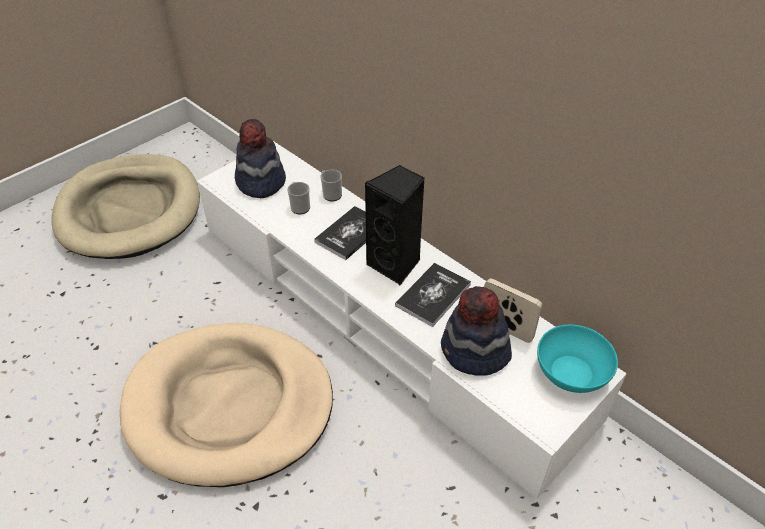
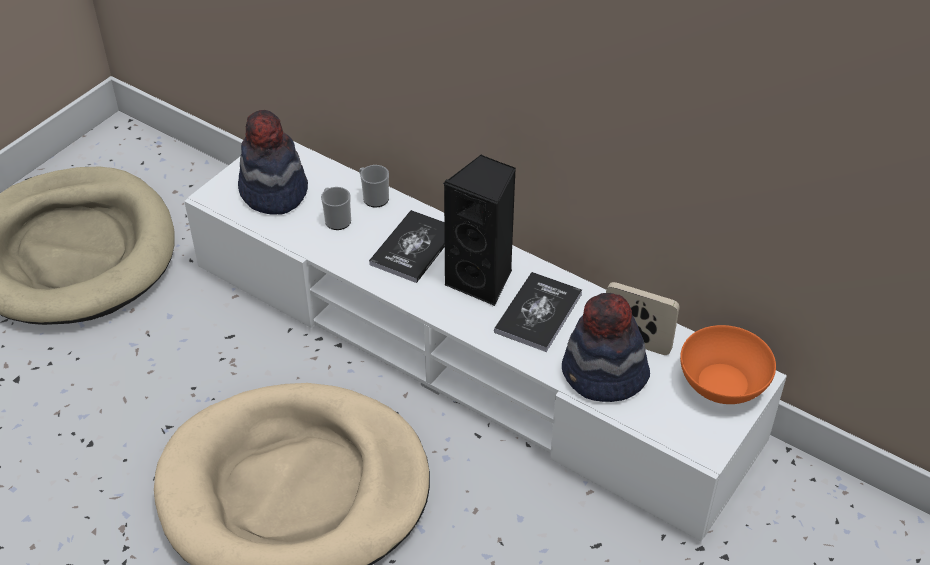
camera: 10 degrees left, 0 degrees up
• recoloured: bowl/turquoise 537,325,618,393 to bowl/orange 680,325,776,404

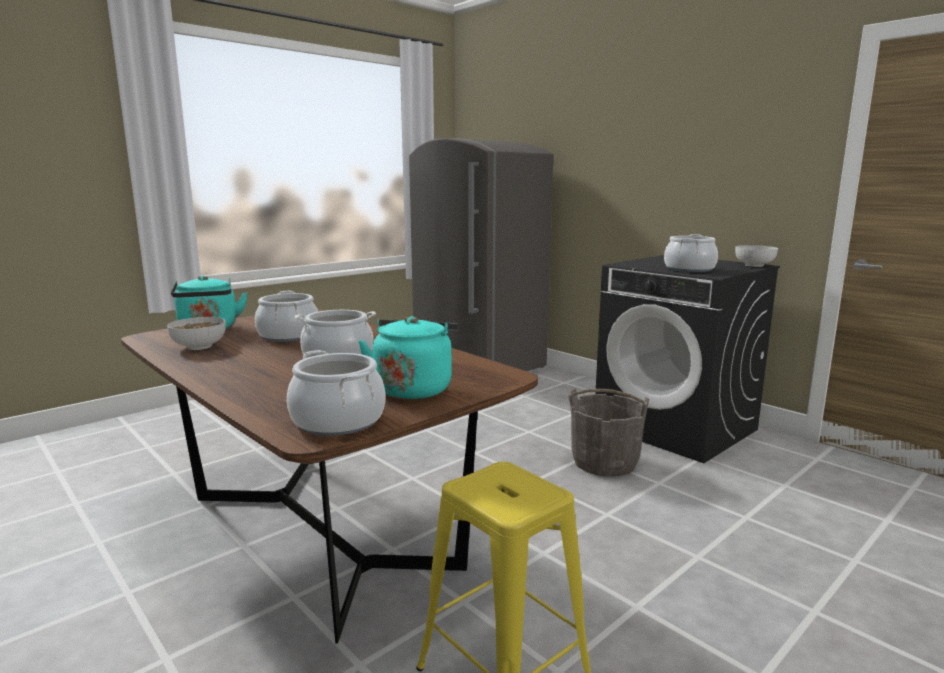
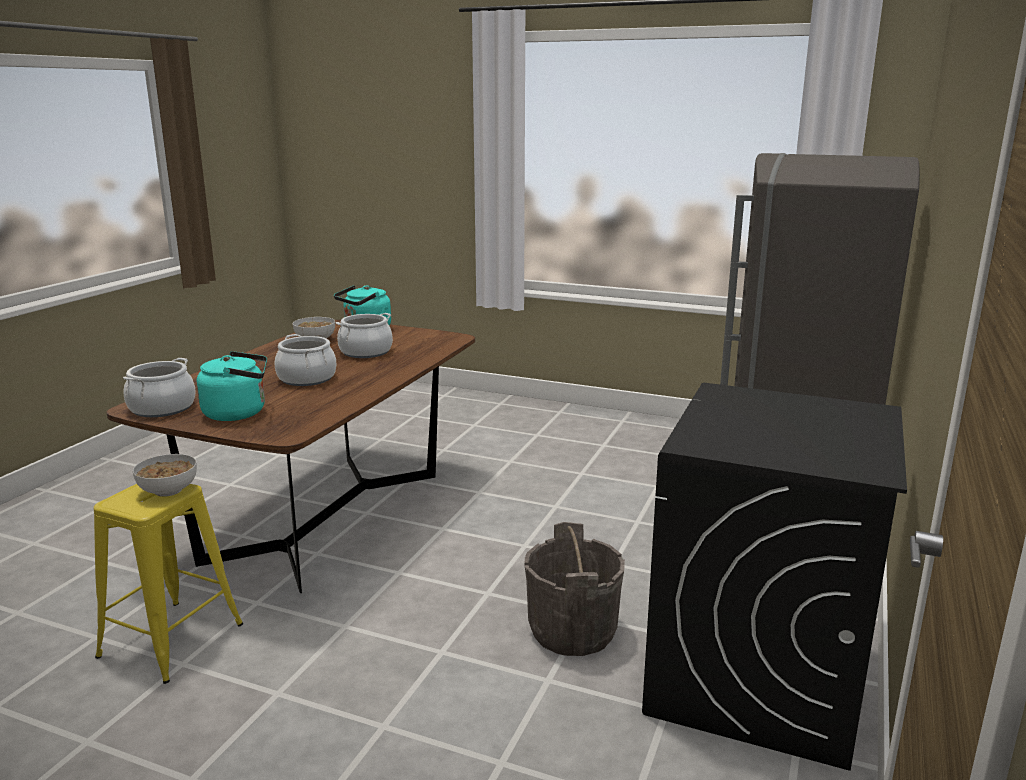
camera: 65 degrees right, 5 degrees up
• moved: bowl 735,245,778,267 to 133,454,197,497
• removed: cooking pot 664,234,718,272

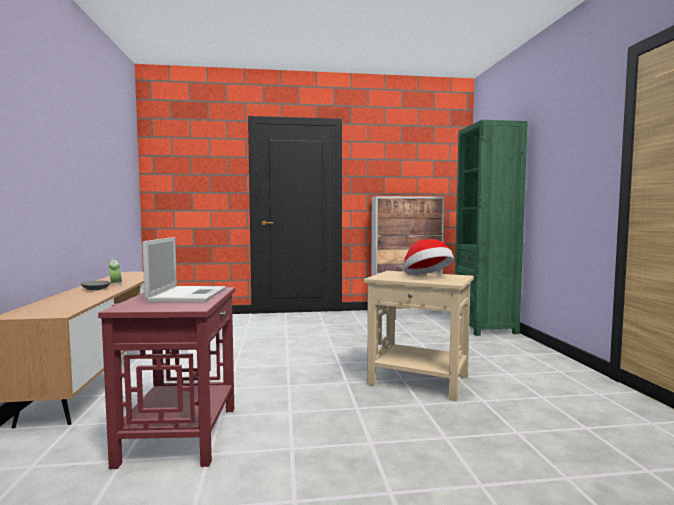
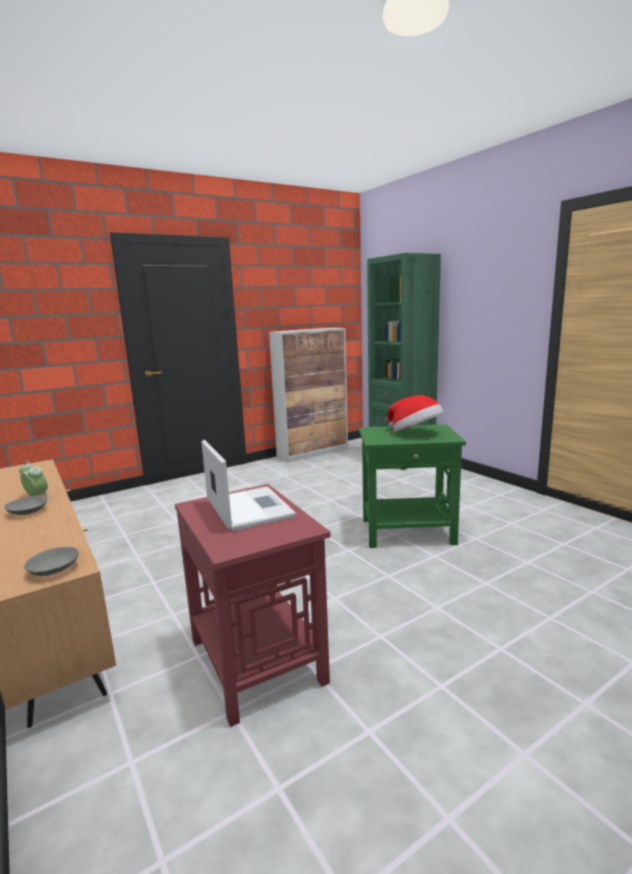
camera: 25 degrees left, 10 degrees up
• added: bowl/grey 24,547,79,576
• recoloured: side table/beige 364,271,474,401 to side table/green 359,424,466,548

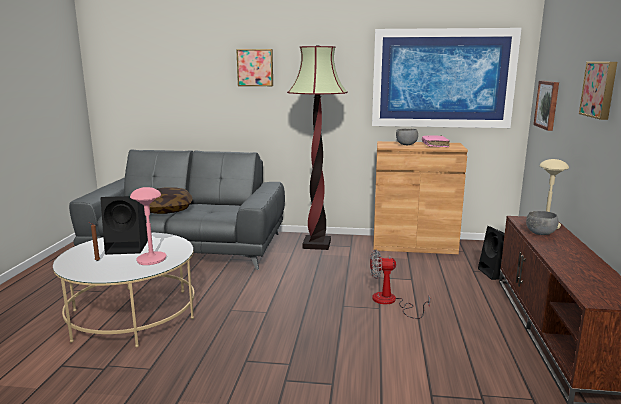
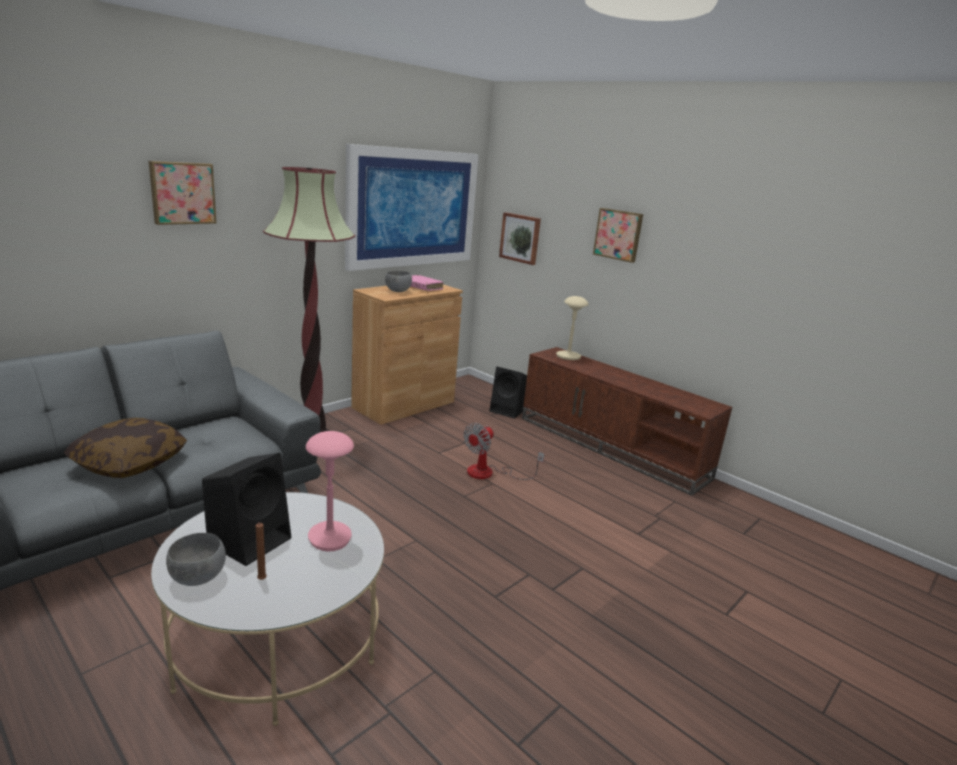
camera: 55 degrees left, 5 degrees up
• moved: bowl/grey 526,211,559,235 to 166,533,226,586

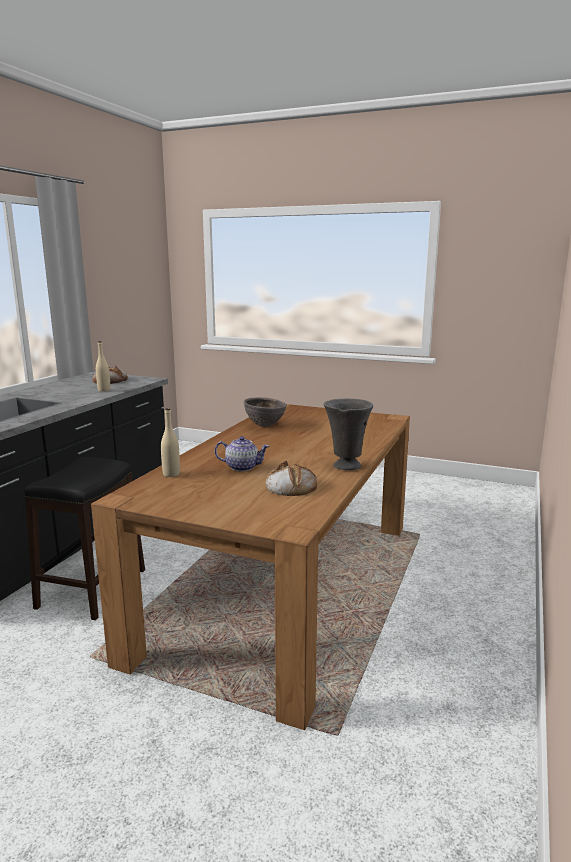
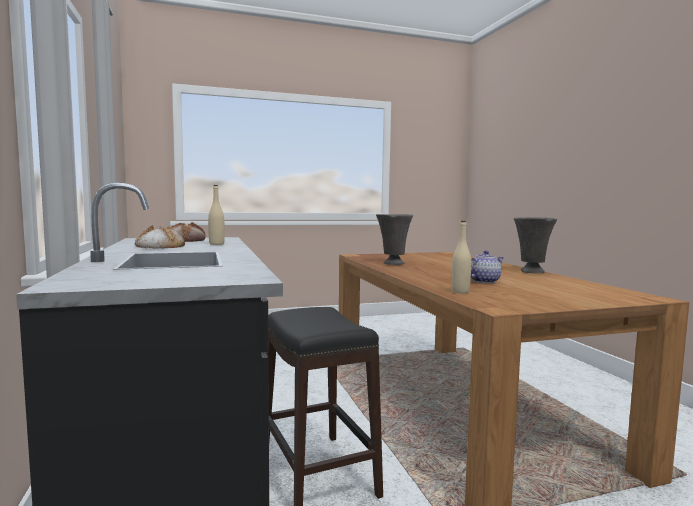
camera: 40 degrees left, 10 degrees down
• moved: bread 266,461,317,496 to 135,225,185,249
• replaced: bowl/brown 243,397,287,427 to vase/grey 376,214,413,265

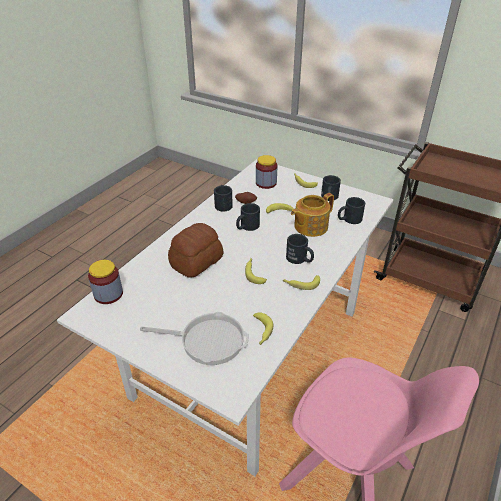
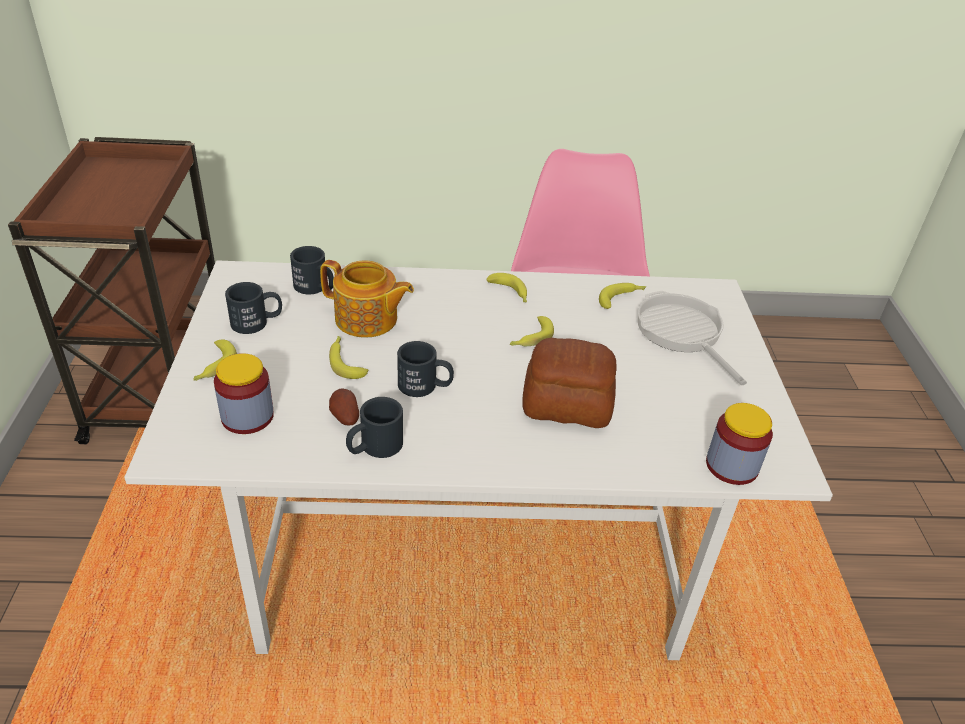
camera: 125 degrees left, 0 degrees up
• removed: mug/black 286,234,314,264

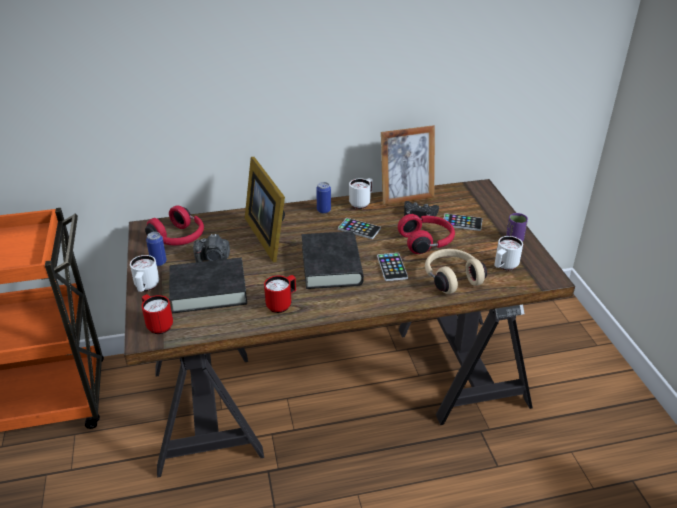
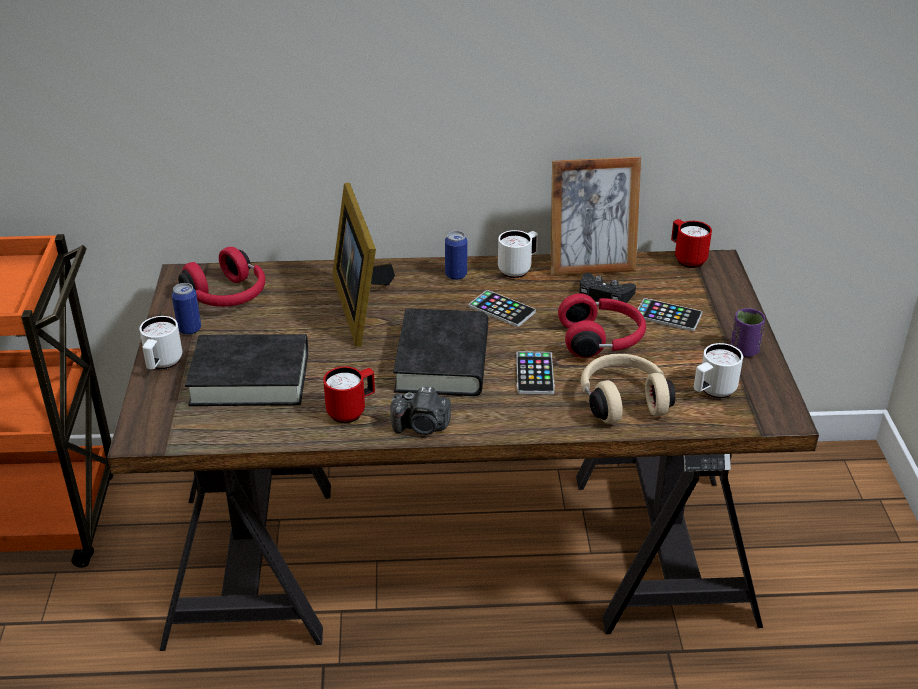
camera: 10 degrees right, 0 degrees up
• moved: photo camera 193,234,230,262 to 391,387,451,435
• moved: mug/red 142,294,173,334 to 671,219,712,268

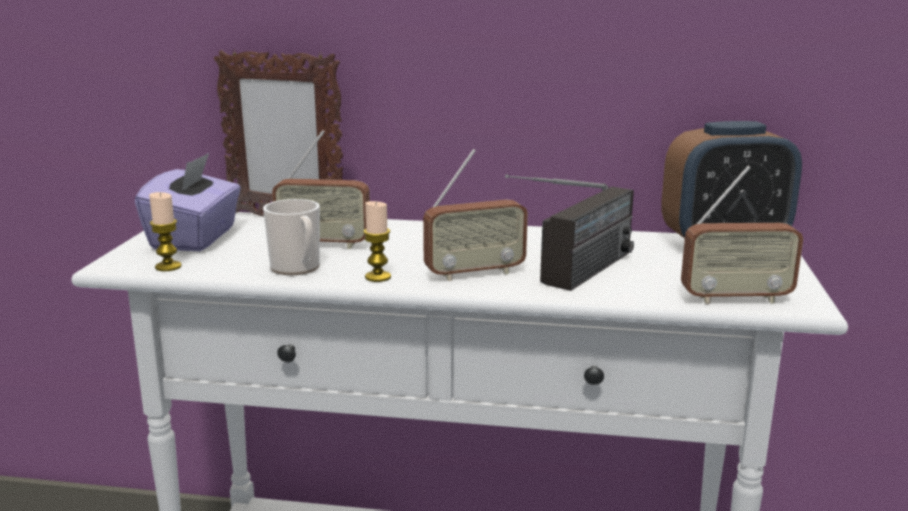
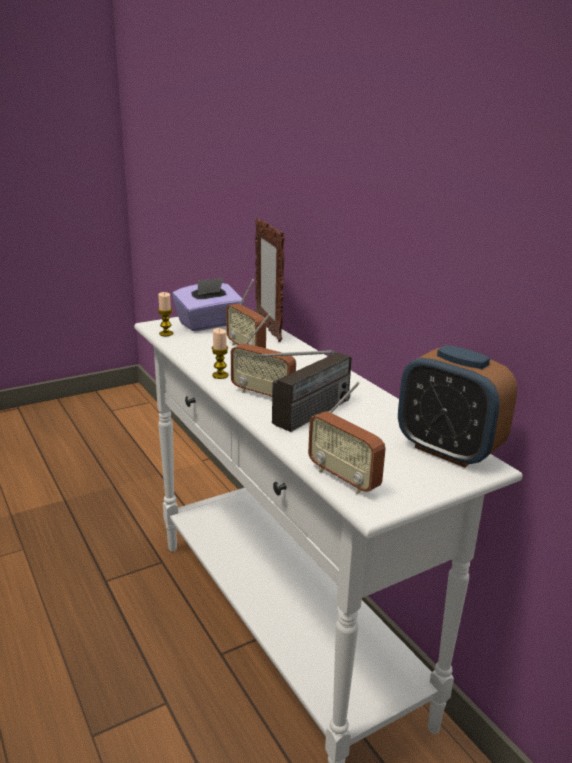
camera: 50 degrees right, 5 degrees up
• turned: radio 505,174,634,291 = 234,350,352,432 45 degrees counterclockwise
• removed: mug 263,199,320,275

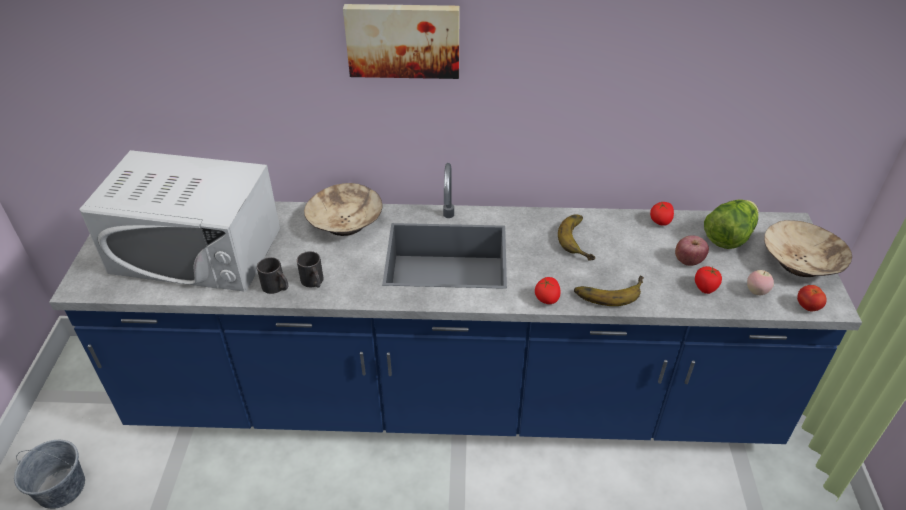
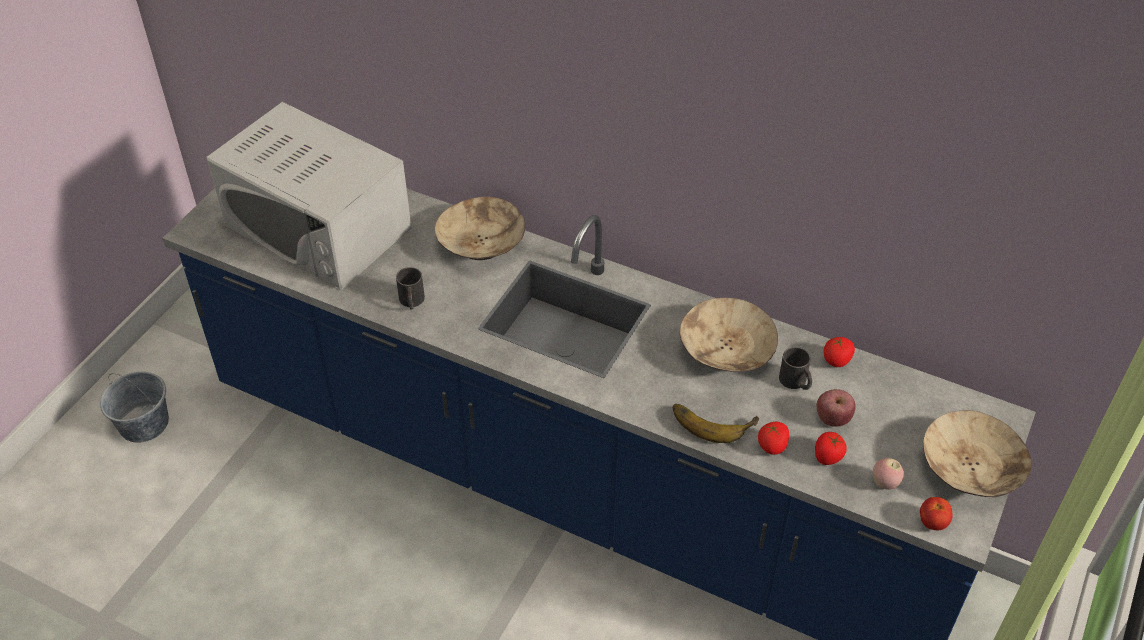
camera: 25 degrees right, 5 degrees up
• replaced: banana 558,214,595,261 to bowl/beige 680,298,778,372
• moved: tomato 535,277,561,304 to 758,422,789,455
• moved: mug/black 257,257,288,294 to 779,347,812,390
• removed: picture 343,4,460,79
• removed: lettuce 704,199,758,249

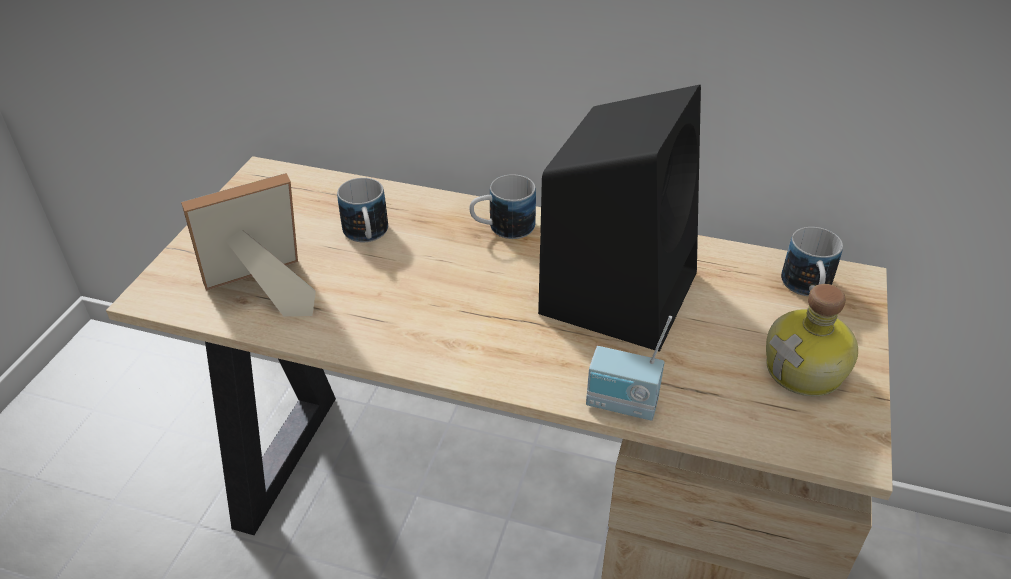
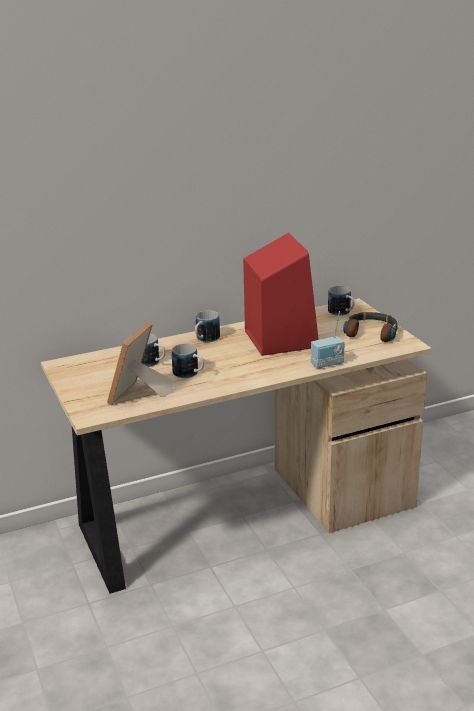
camera: 40 degrees left, 15 degrees down
• added: mug 172,344,204,378
• recoloured: speaker/black 538,85,701,352 to speaker/red 243,233,319,356
• replaced: bottle 766,284,858,396 to headphones 343,312,398,342

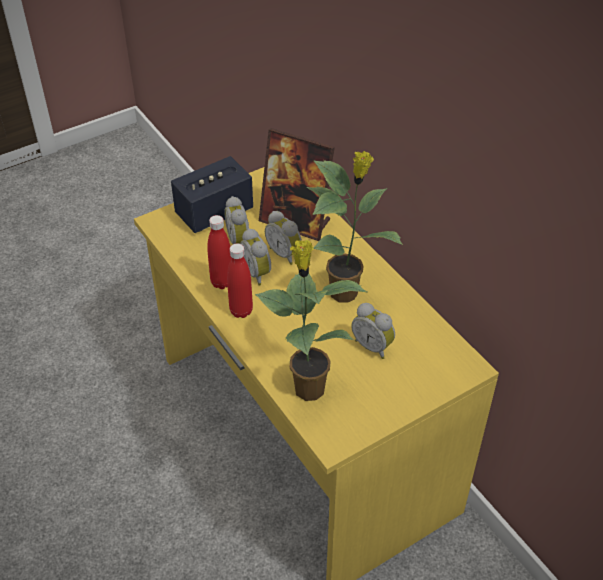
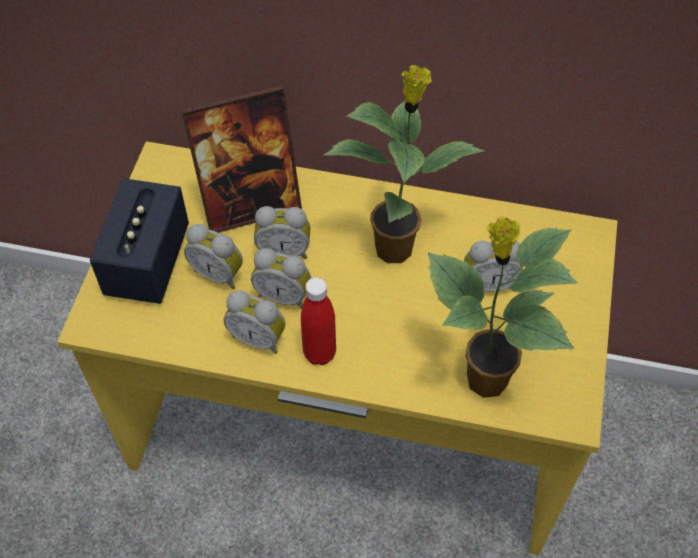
camera: 45 degrees left, 10 degrees up
• replaced: bottle/red 207,215,231,289 to alarm clock 224,291,285,354

